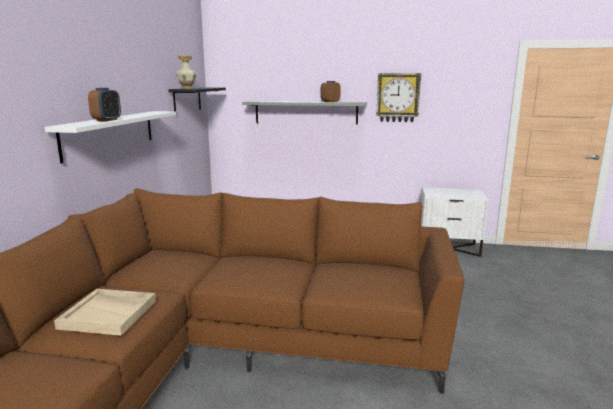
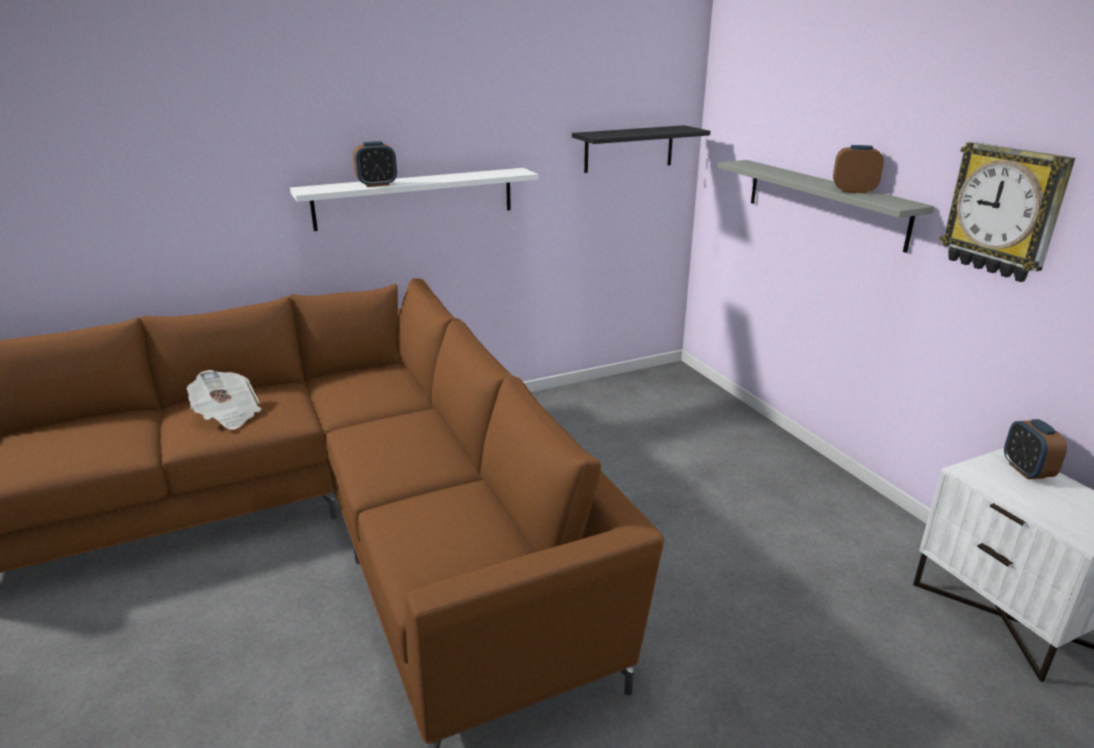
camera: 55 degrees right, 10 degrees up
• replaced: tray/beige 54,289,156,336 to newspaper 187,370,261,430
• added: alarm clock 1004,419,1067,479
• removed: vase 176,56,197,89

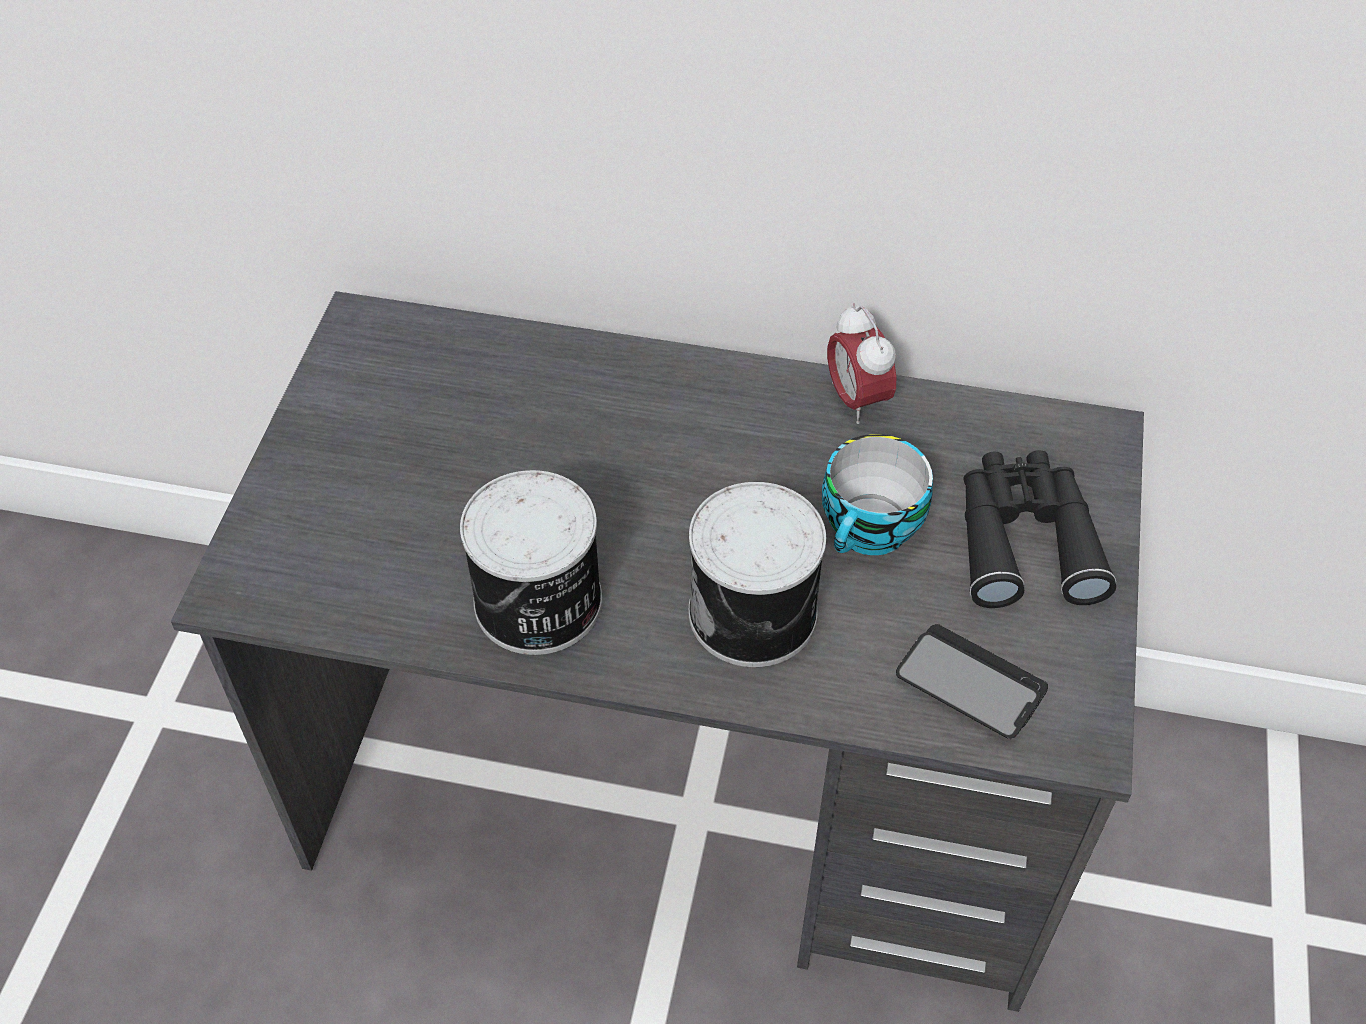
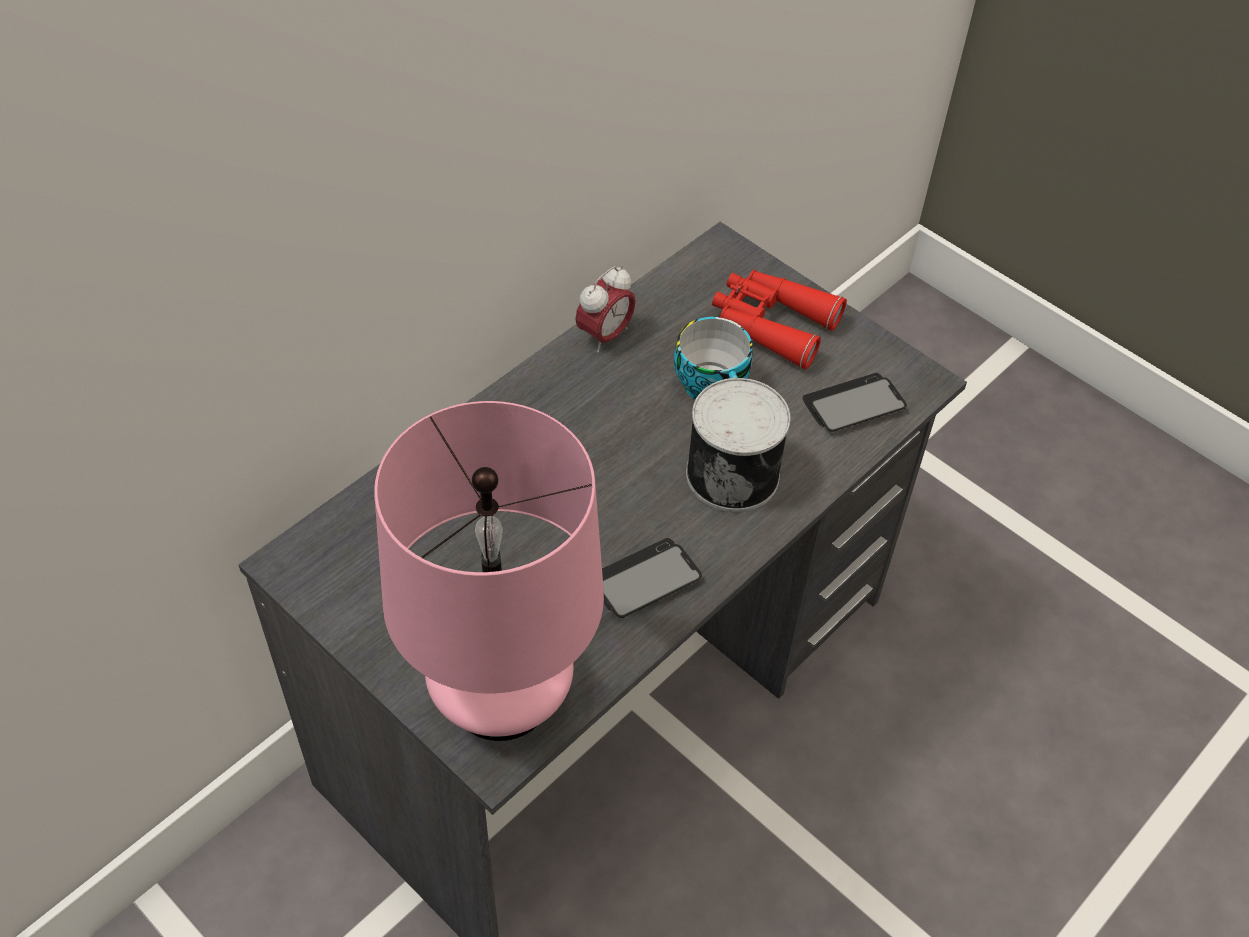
camera: 60 degrees left, 0 degrees up
• added: table lamp/pink 374,401,604,741
• turned: alarm clock 827,303,896,424 = 575,266,636,353 60 degrees counterclockwise
• replaced: can 460,470,602,655 to phone 602,538,702,618
• recoloured: binoculars/black 964,450,1116,608 to binoculars/red 712,270,847,370

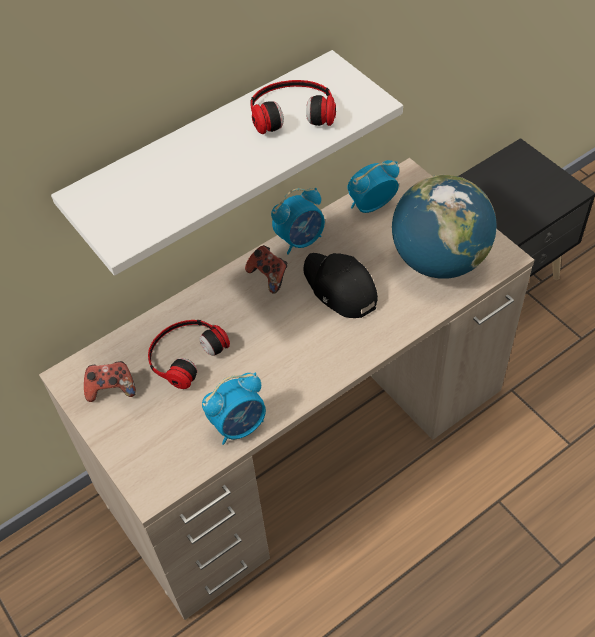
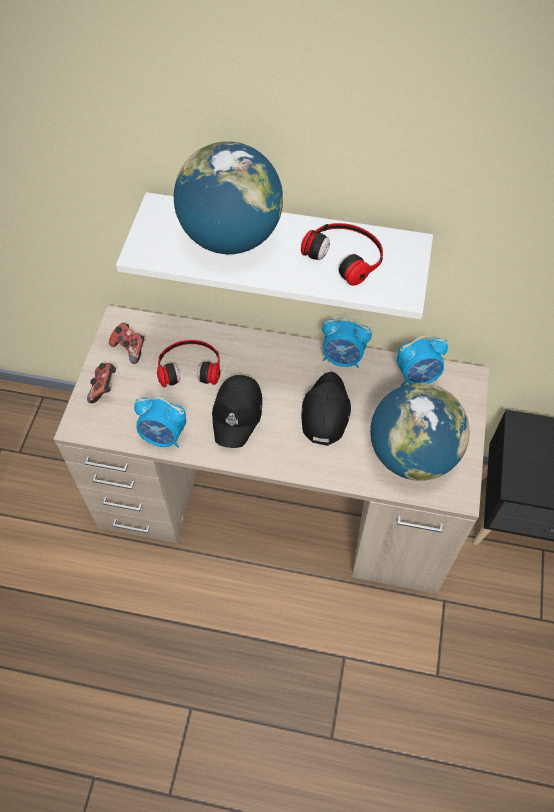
camera: 45 degrees right, 5 degrees up
• moved: game controller 245,245,287,294 to 87,363,116,403
• added: globe 174,141,283,254
• added: cap/black 212,375,262,448
• turned: alarm clock 347,160,399,213 = 397,335,448,386 150 degrees clockwise

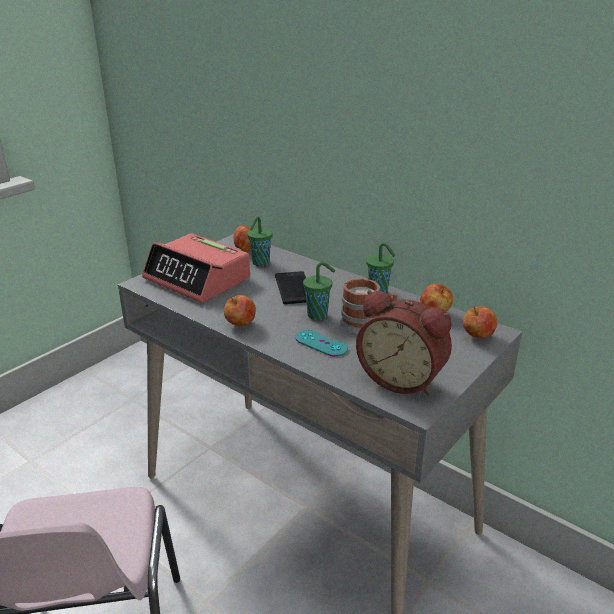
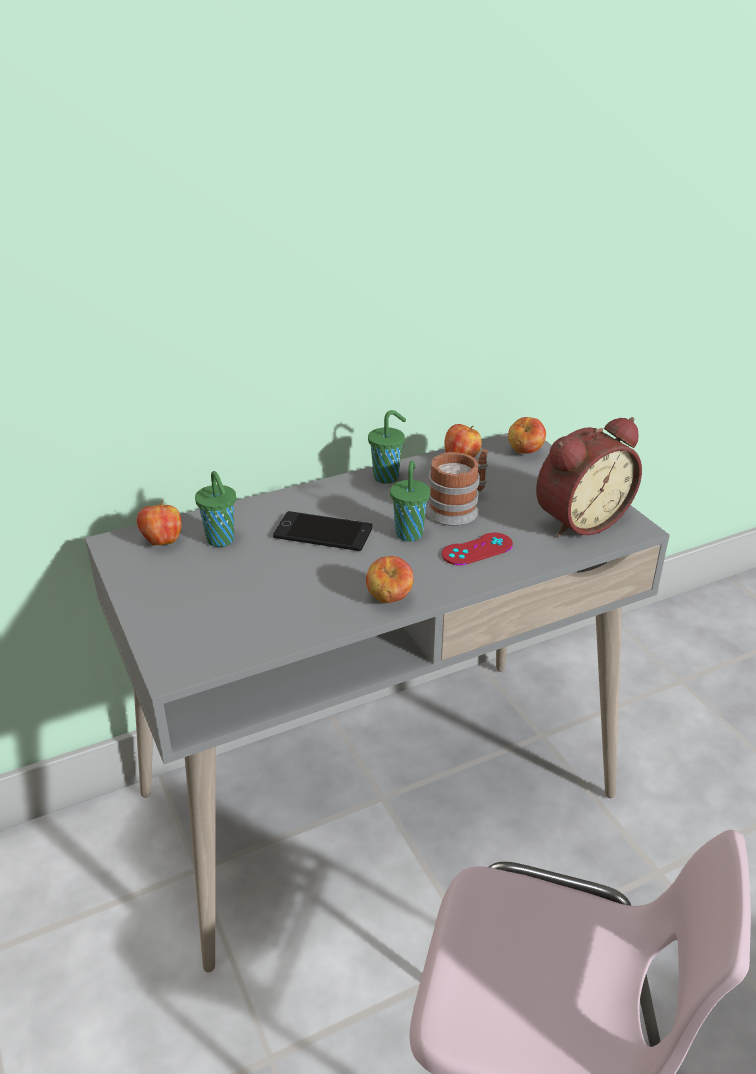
camera: 65 degrees left, 5 degrees up
• recoloured: game controller/turquoise 295,330,348,357 to game controller/red 442,533,513,565
• removed: alarm clock 142,233,250,303

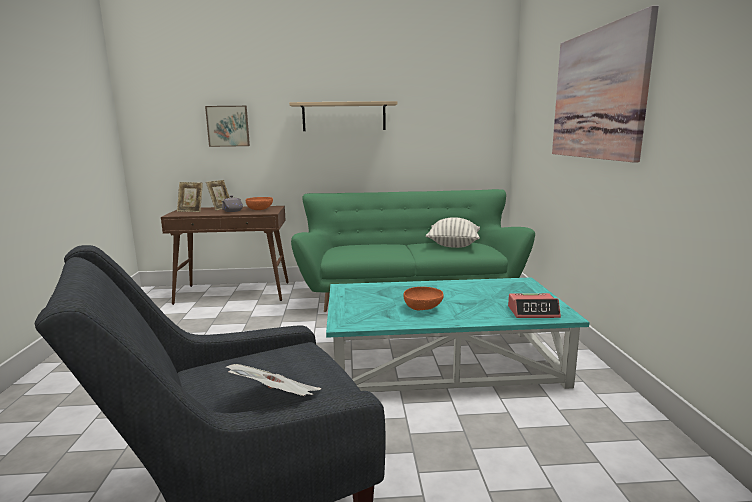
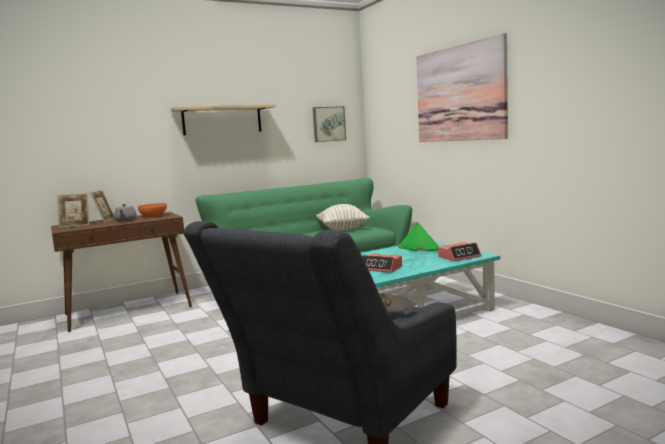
camera: 25 degrees left, 5 degrees down
• moved: picture 205,106,250,147 to 313,106,346,142
• replaced: bowl/orange 404,287,444,310 to alarm clock 362,253,402,273
• added: hat/green 398,222,439,251

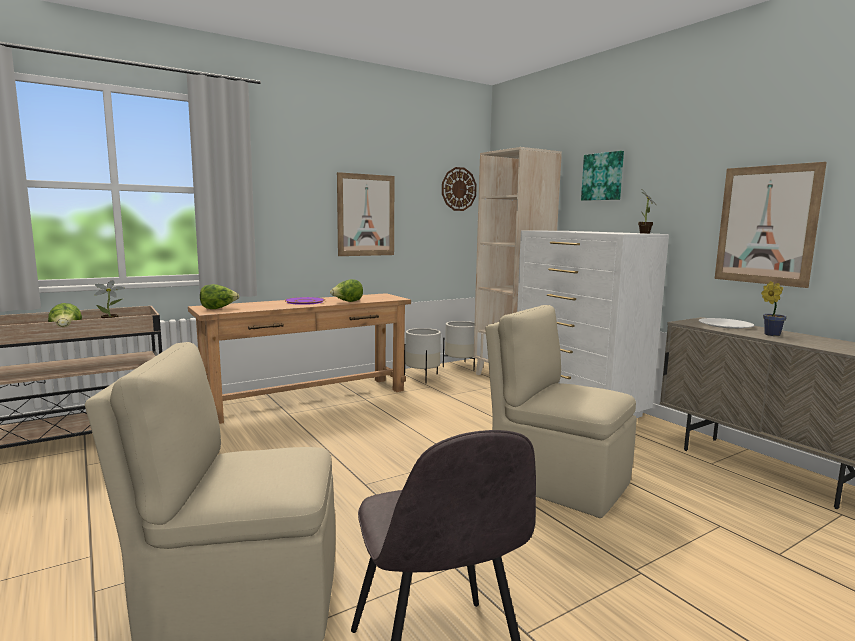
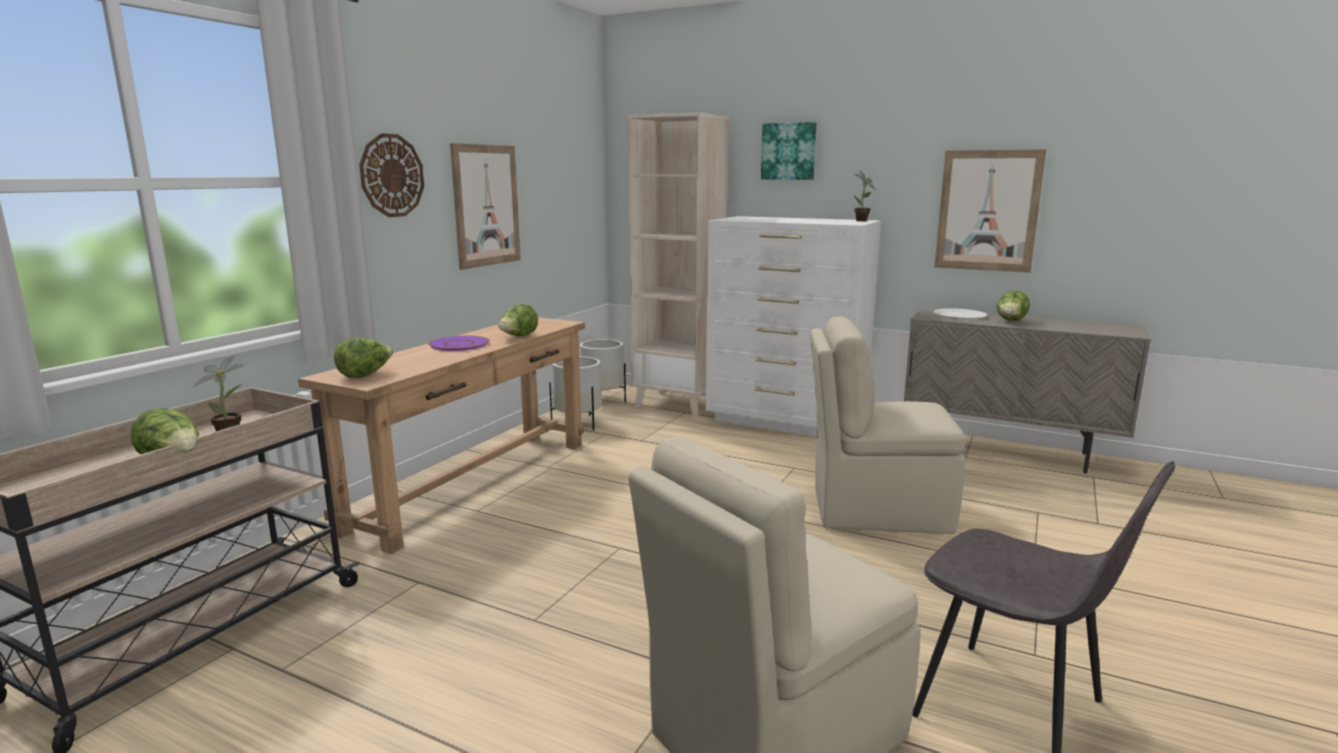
camera: 30 degrees left, 5 degrees up
• moved: wall clock 442,167,477,211 to 359,133,424,217
• replaced: potted plant 761,281,787,336 to lettuce 997,291,1030,321

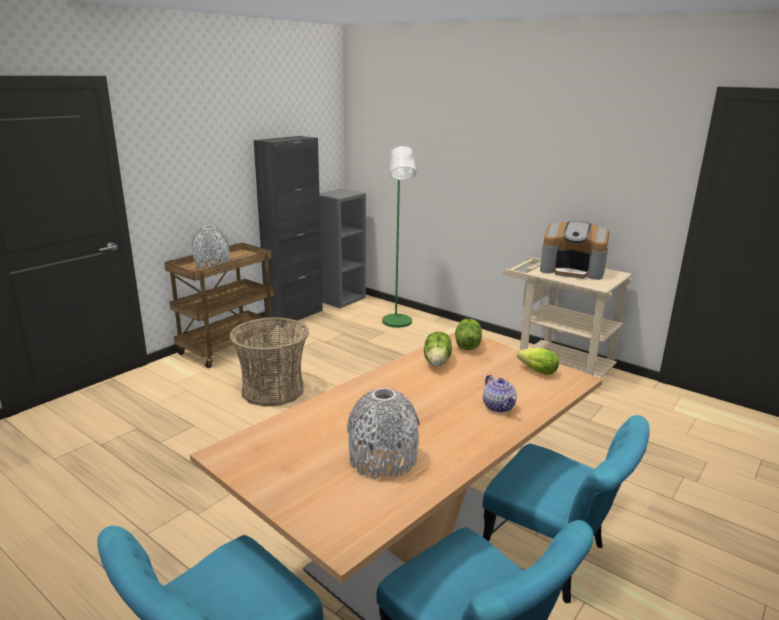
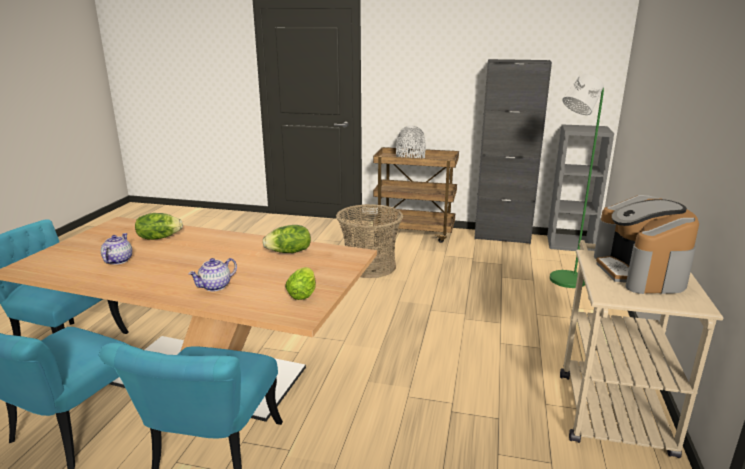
camera: 65 degrees right, 0 degrees up
• replaced: vase/grey 347,388,420,479 to teapot 101,233,132,265
• moved: lettuce 455,319,482,350 to 135,213,183,240

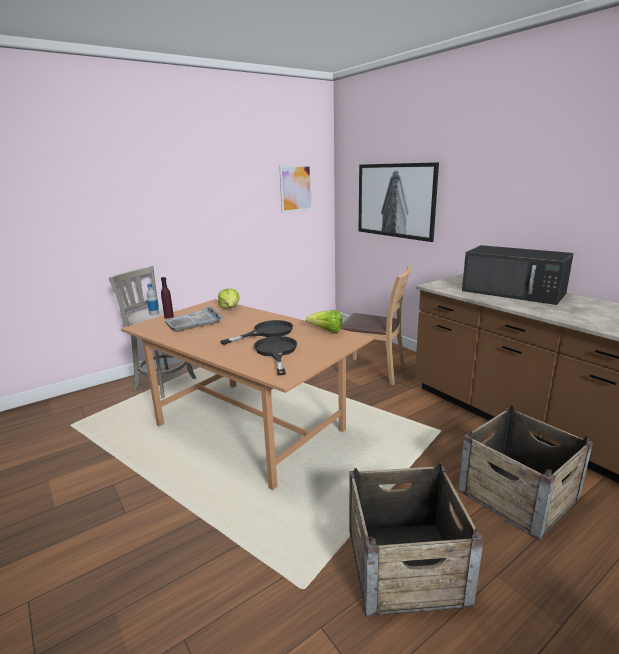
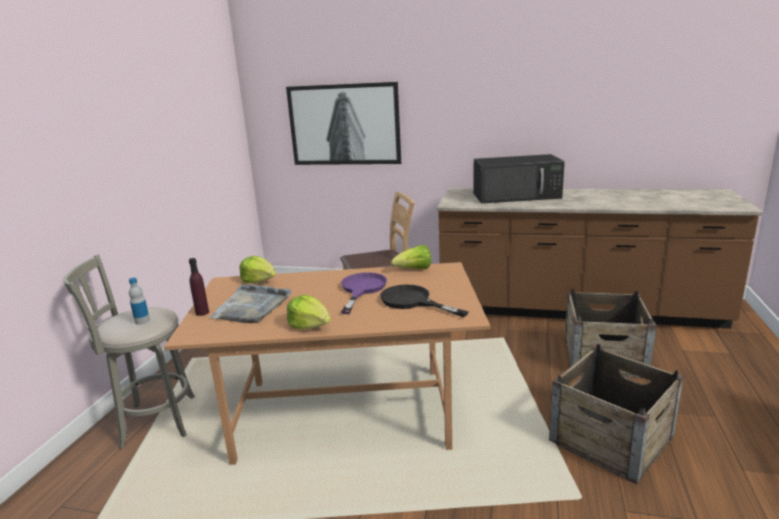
camera: 40 degrees left, 0 degrees up
• added: lettuce 287,295,331,330
• recoloured: frying pan/black 220,320,293,345 to frying pan/purple 341,272,387,314
• removed: picture 279,164,312,213

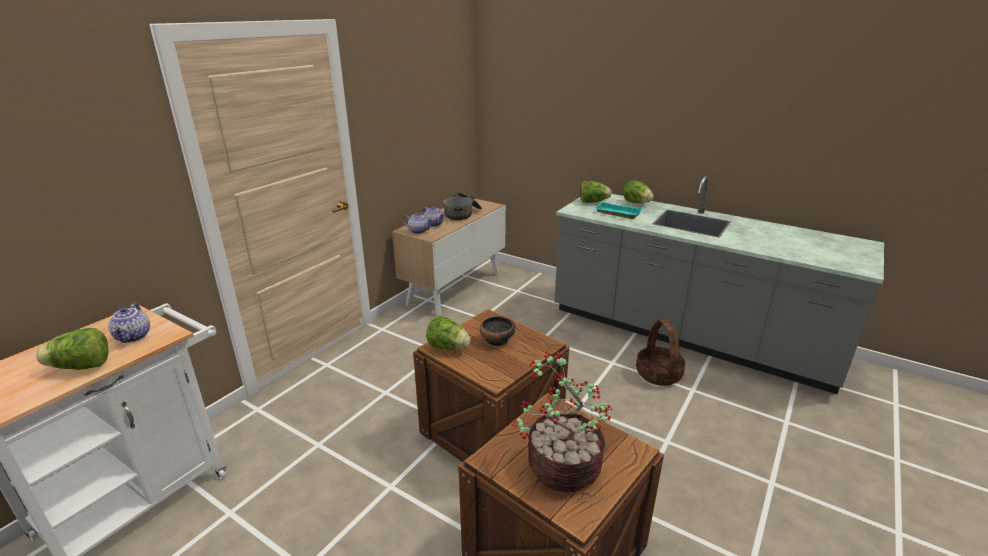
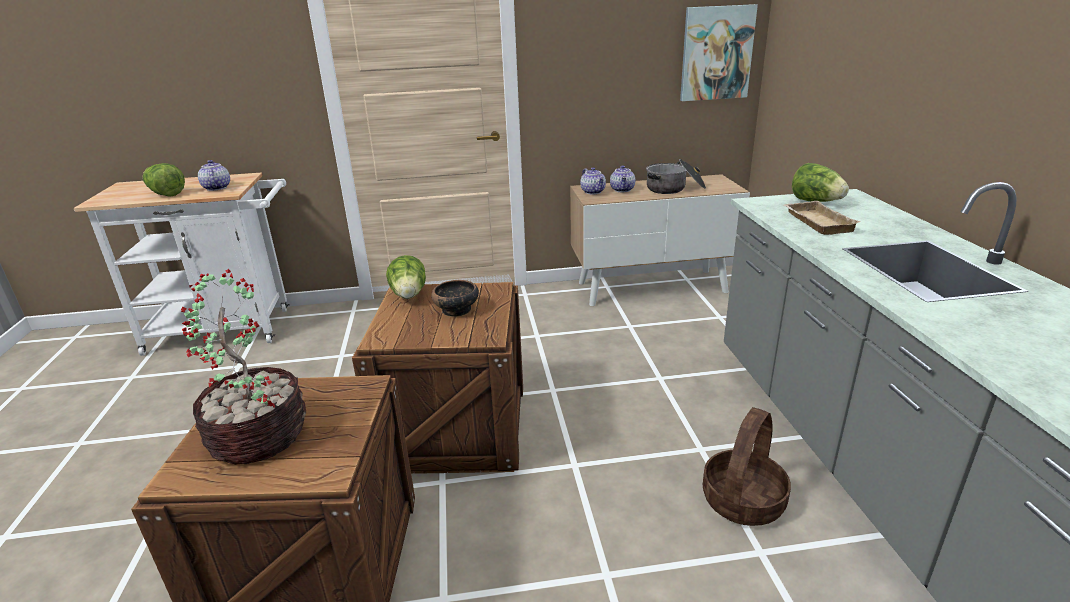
camera: 50 degrees right, 0 degrees up
• turned: teapot 108,303,150,343 = 198,160,230,191 120 degrees clockwise
• added: picture 680,4,758,101
• recoloured: tray/turquoise 595,202,643,219 to tray/beige 784,201,861,235
• removed: lettuce 623,180,654,203

